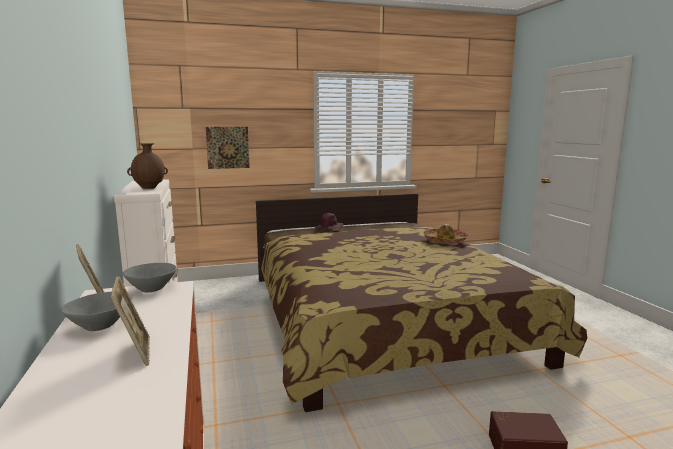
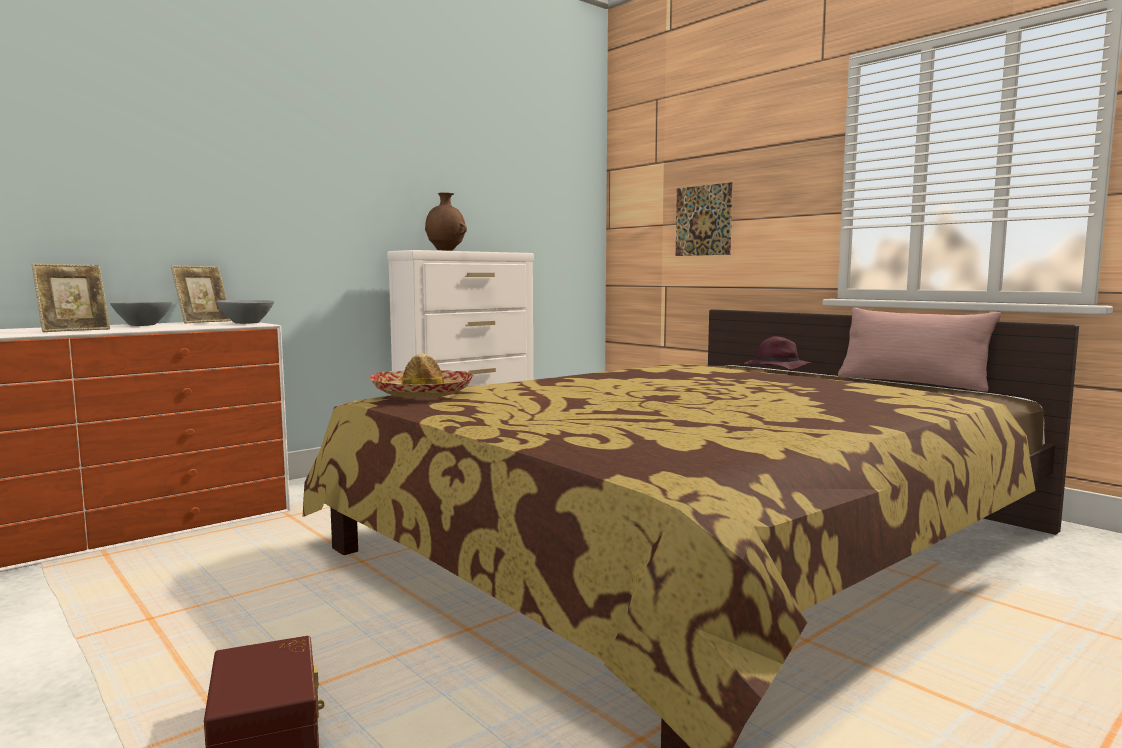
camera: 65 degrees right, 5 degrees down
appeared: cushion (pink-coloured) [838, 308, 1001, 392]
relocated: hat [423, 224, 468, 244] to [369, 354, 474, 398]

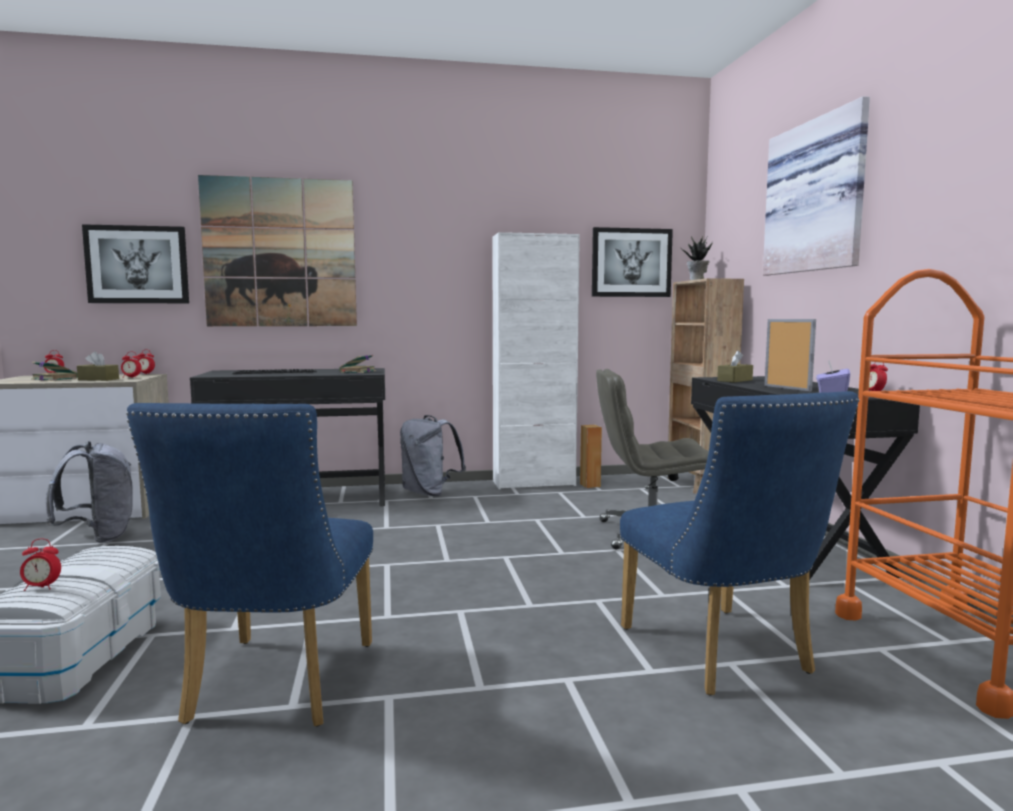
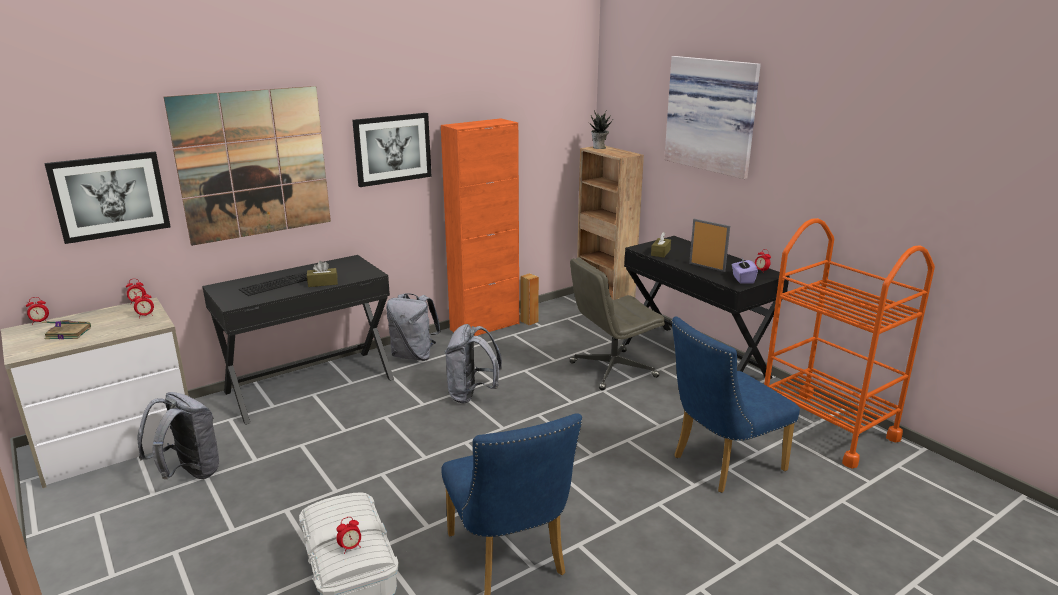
camera: 25 degrees left, 15 degrees up
missing: volume [339, 355, 376, 373]
appeared: rucksack (greyish) [445, 324, 502, 404]
relocated: tissue box (brown) [77, 351, 119, 381] to [307, 261, 338, 287]; picture [592, 227, 673, 297] to [352, 113, 432, 187]
colour: storage cabinet (white) [492, 232, 580, 489] to storage cabinet (orange-coloured) [441, 118, 519, 336]
spun: chair (bluish) [620, 391, 860, 696] = [671, 317, 800, 493] 105 degrees clockwise

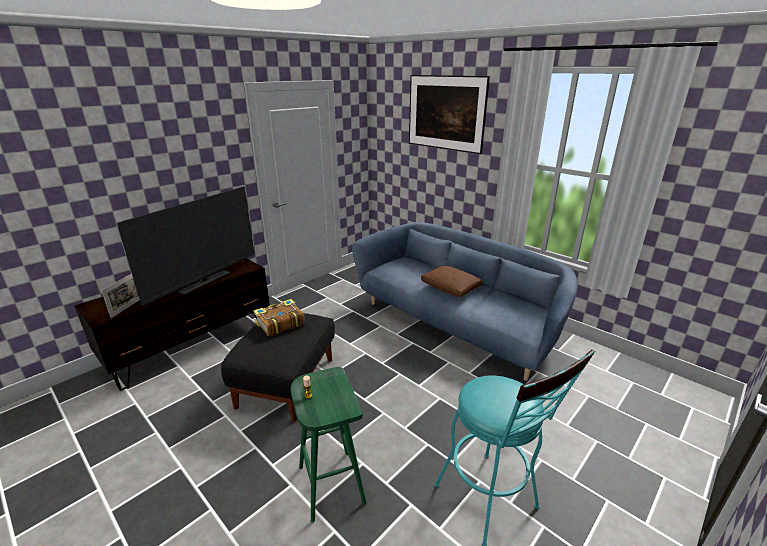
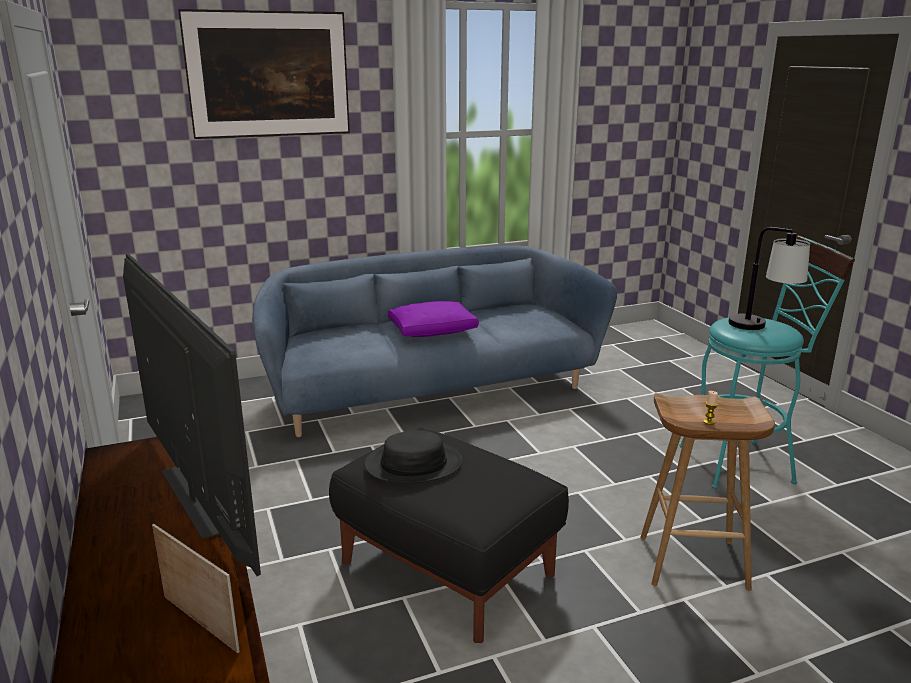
camera: 65 degrees left, 5 degrees down
appeared: lamp for a table [728, 227, 810, 330]
exchanged: volume [253, 299, 305, 336] to hat (blackish) [365, 431, 462, 483]
colour: cushion (brown) [421, 265, 483, 297] to cushion (purple) [388, 301, 479, 337]; sitting stool (green) [290, 367, 366, 523] to sitting stool (brown) [640, 393, 775, 591]

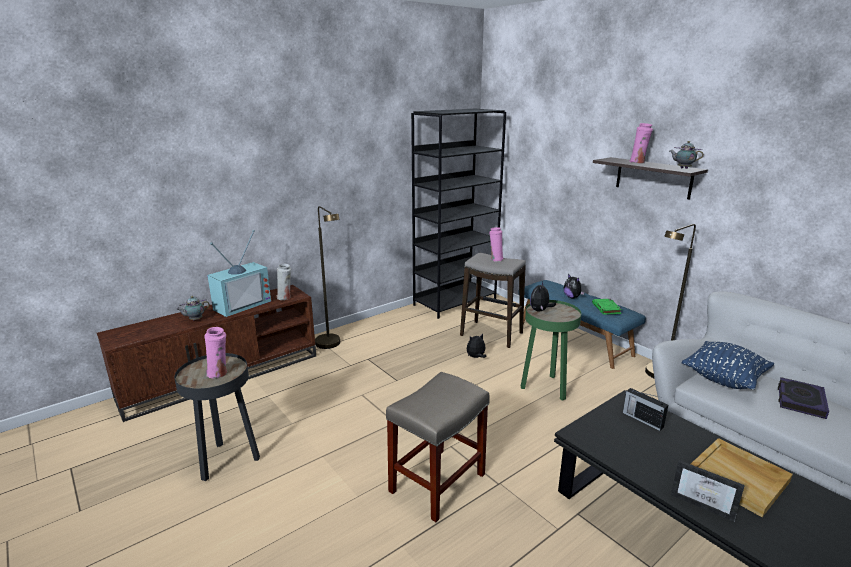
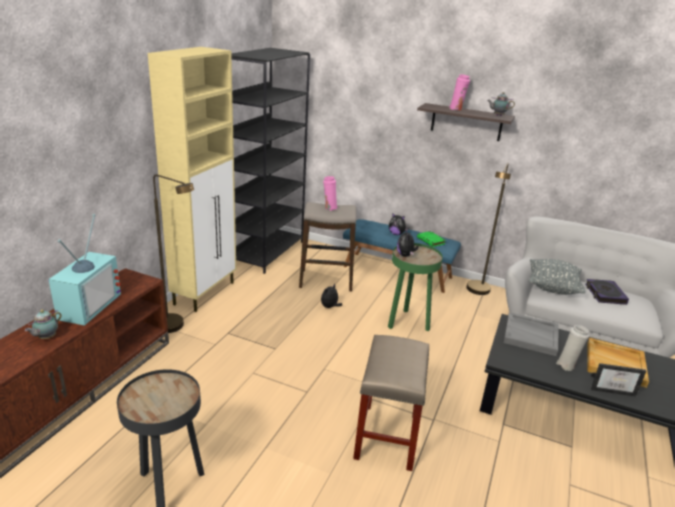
camera: 30 degrees left, 5 degrees up
missing: decorative vase (pink-coloured) [204, 327, 227, 378]
appeared: storage cabinet (beige) [148, 47, 236, 312]
relocated: decorative vase (white) [277, 264, 291, 300] to [556, 325, 589, 371]
exchanged: radio receiver [623, 388, 668, 431] to serving tray (greyish) [504, 312, 559, 356]
colour: cushion (bluish) [682, 341, 774, 390] to cushion (greyish) [528, 259, 586, 295]

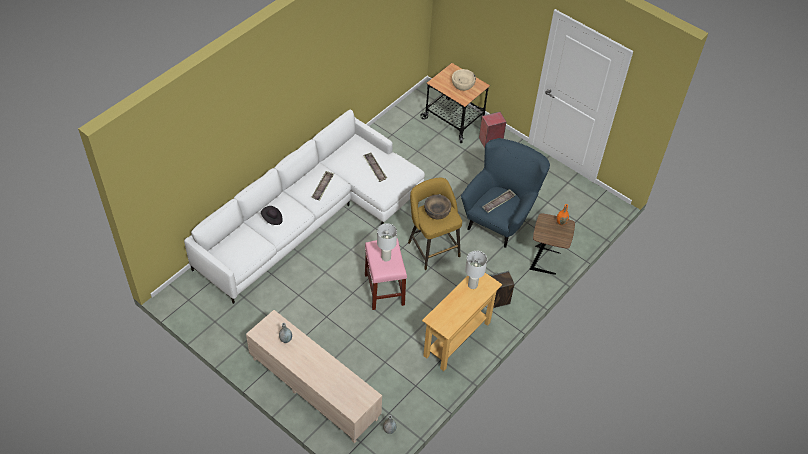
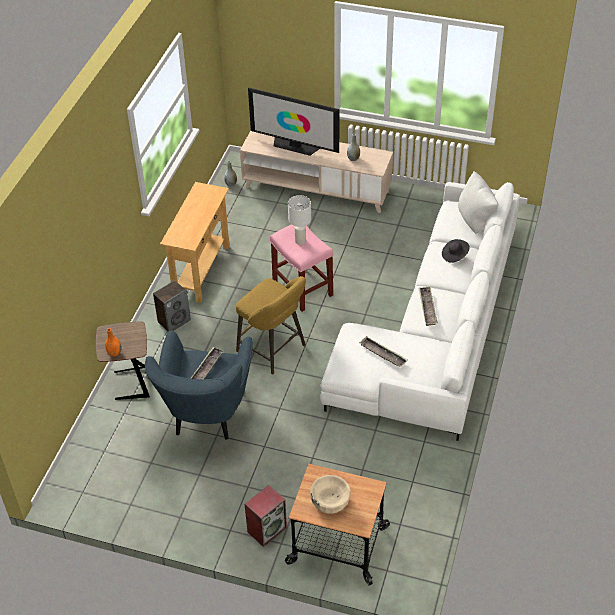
camera: 160 degrees right, 5 degrees down
missing: deep dish (brown) [424, 195, 451, 220]; lamp for a table (white) [465, 251, 487, 289]
appeared: TV set [248, 87, 339, 156]; cushion (white) [458, 171, 498, 234]

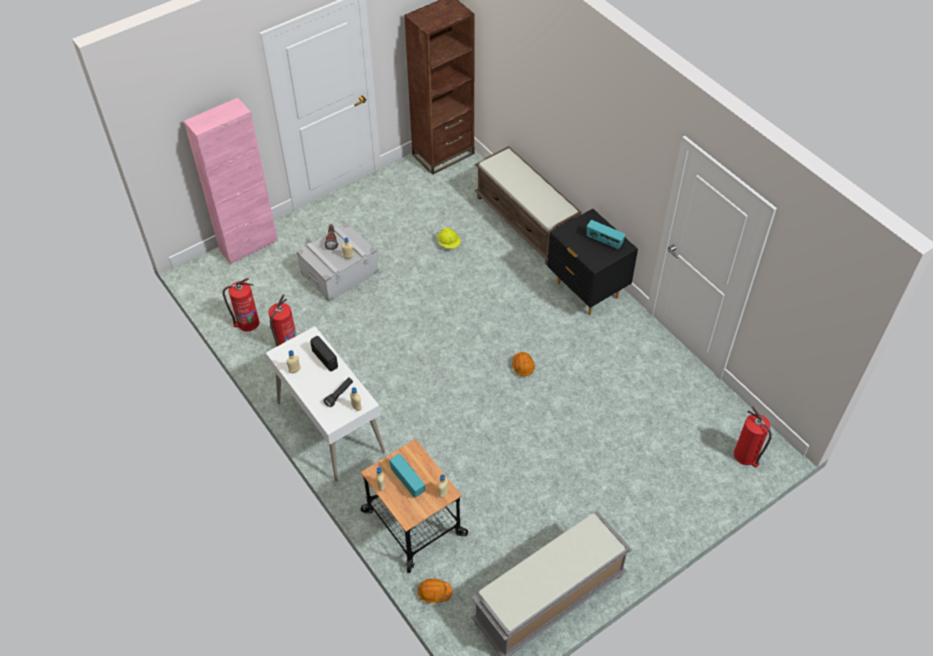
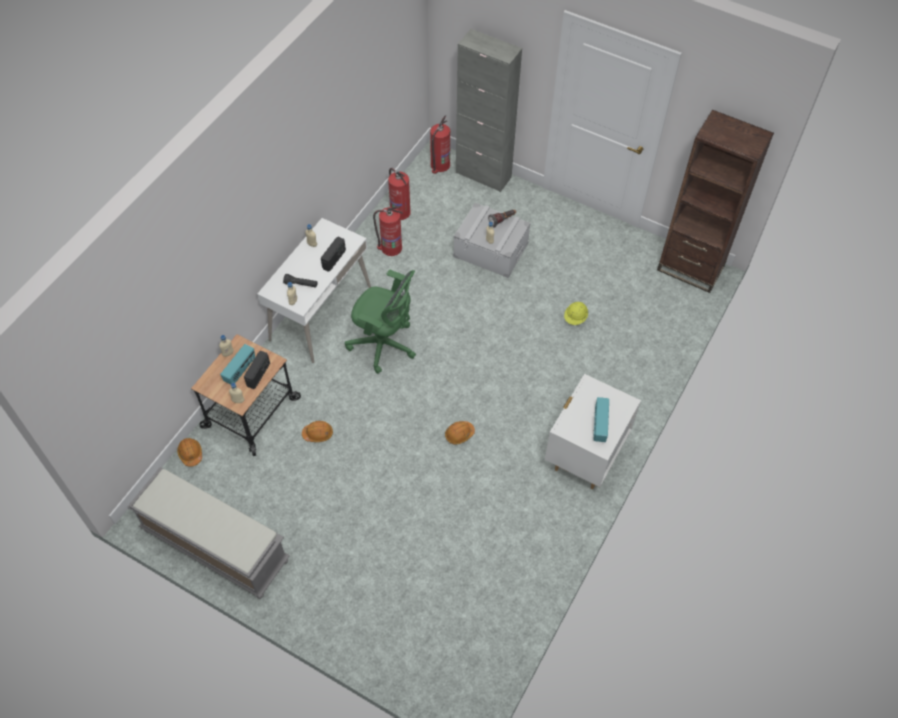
camera: 65 degrees right, 5 degrees up
missing: indoor bench (brown) [475, 146, 582, 265]
appeared: radio receiver [244, 351, 270, 389]; safety helmet (orange-coloured) [302, 421, 333, 442]; computer chair (green) [345, 270, 416, 374]
relocated: extinguisher [734, 407, 772, 468] to [430, 115, 450, 174]
colour: storage cabinet (pink-coloured) [184, 98, 278, 264] to storage cabinet (greyish) [456, 29, 522, 192]; bedside table (blackish) [547, 209, 638, 315] to bedside table (white) [545, 374, 641, 489]

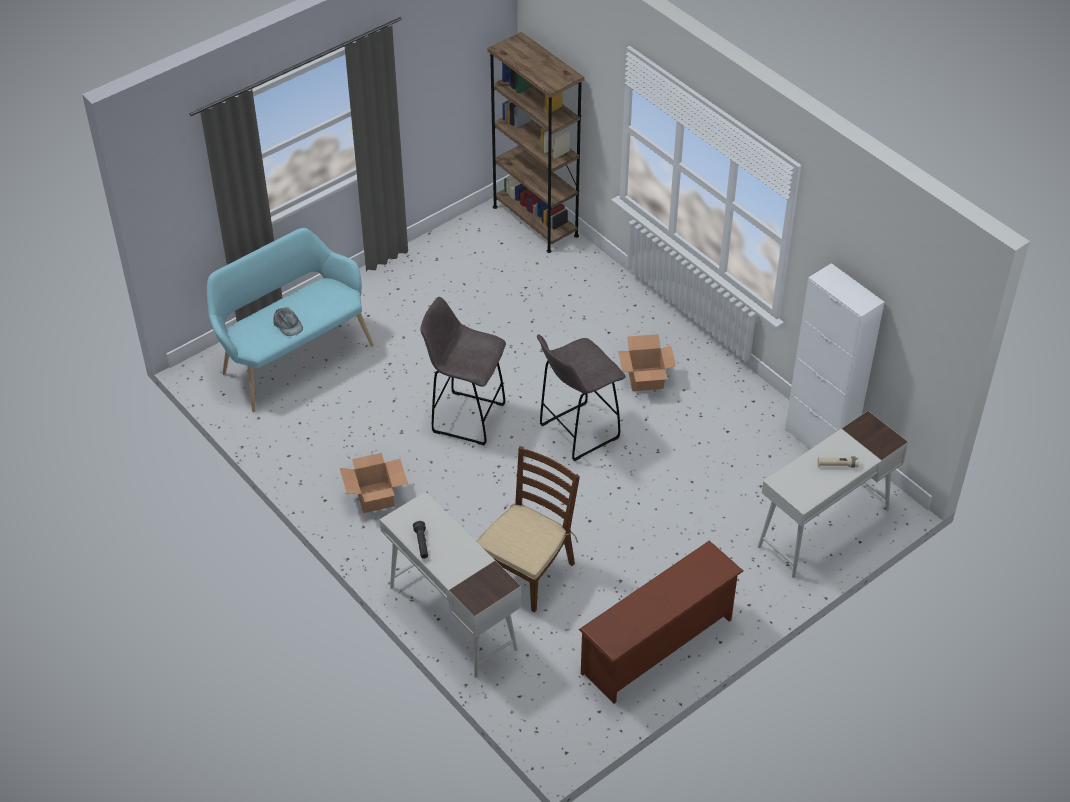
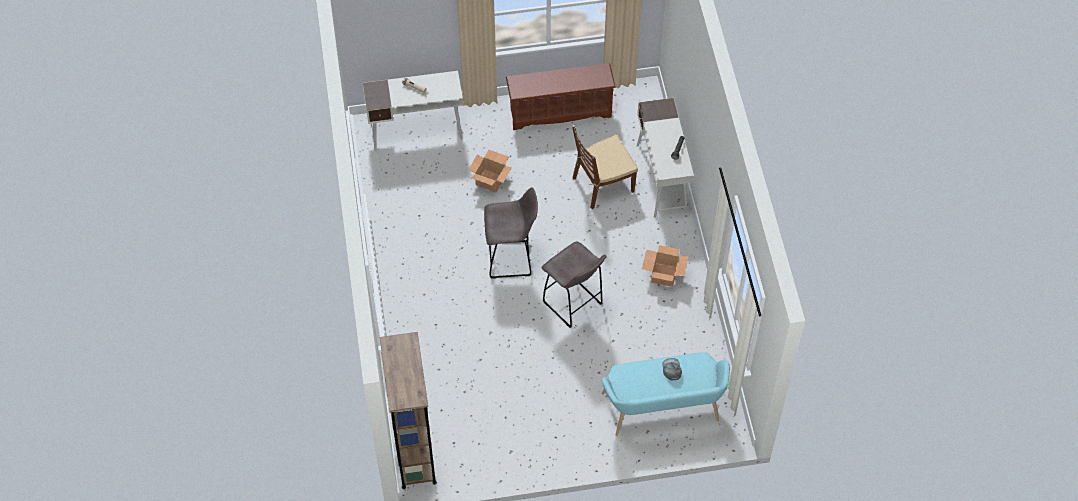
camera: 150 degrees left, 10 degrees up
missing: storage cabinet (white) [785, 263, 884, 449]
relocated: cardboard box [618, 334, 676, 391] to [468, 149, 512, 192]

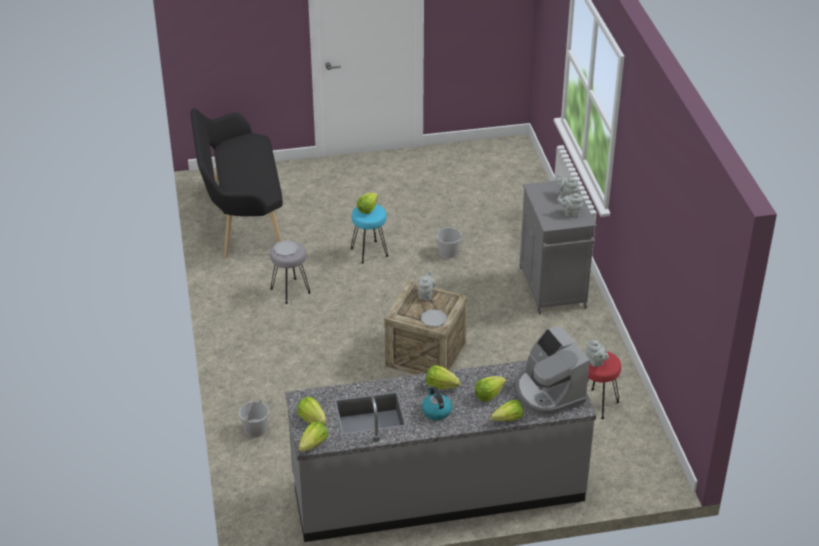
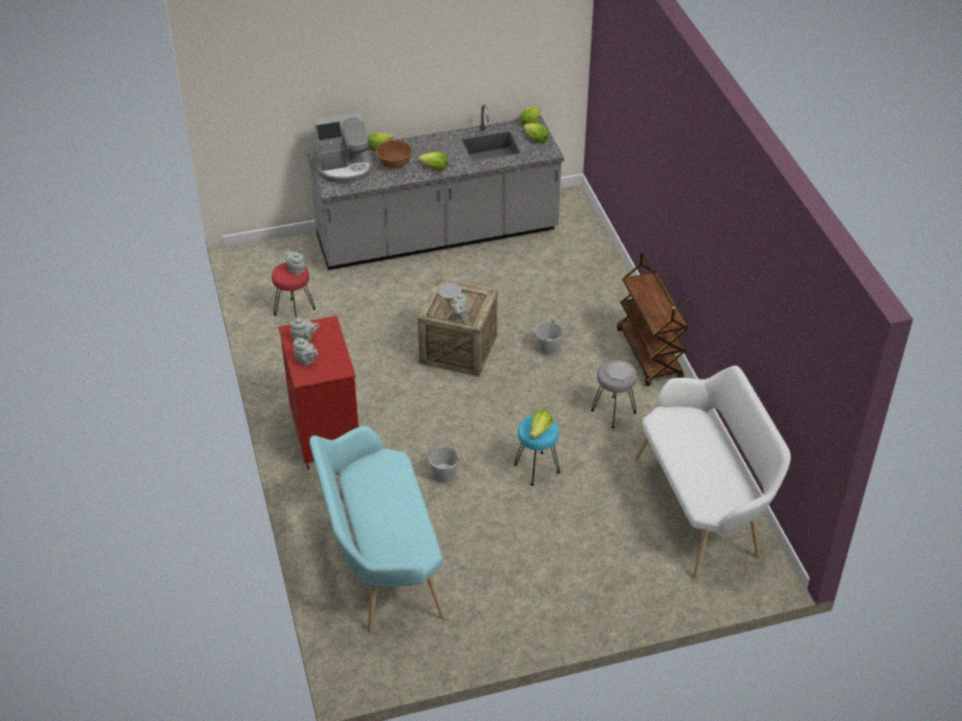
camera: 175 degrees right, 5 degrees up
missing: tea kettle [422, 386, 452, 420]
appeared: indoor bench (turquoise-coloured) [309, 426, 445, 631]; wheeled cart (brown) [617, 253, 689, 386]
relocated: pail (white) [239, 399, 269, 437] to [535, 319, 563, 356]
exchanged: head of lettuce [475, 376, 506, 402] to deep dish (brown) [376, 140, 412, 168]
colour: storage cabinet (greyish) [519, 181, 597, 314] to storage cabinet (red) [278, 316, 359, 470]; indoor bench (blackish) [190, 109, 283, 258] to indoor bench (white) [635, 366, 791, 579]
spun: coffee brewer [516, 326, 590, 415] = [313, 112, 373, 183] 105 degrees clockwise

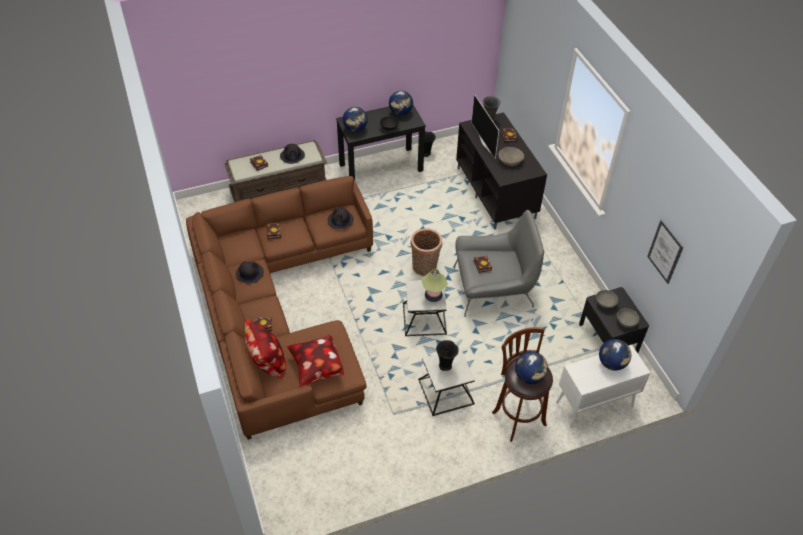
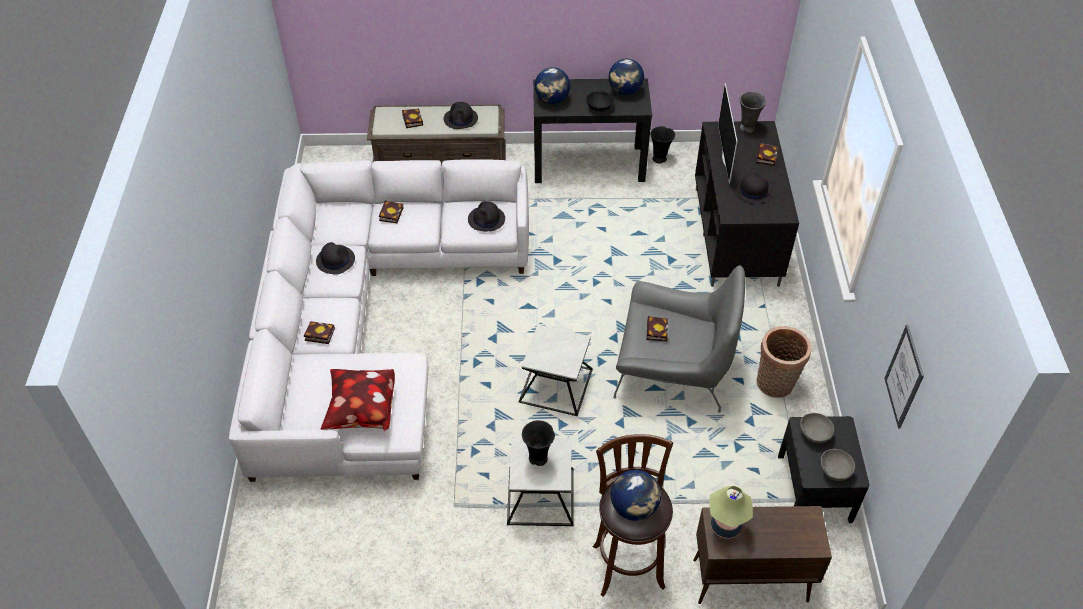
camera: 20 degrees right, 0 degrees up
missing: cushion [245, 320, 286, 378]; desk globe [599, 339, 631, 370]
relocated: lamp for a table [421, 269, 448, 303] to [709, 486, 753, 539]; basket [410, 228, 442, 276] to [756, 326, 812, 398]
exchanged: deep dish (beige) [498, 147, 524, 166] to hat (blackish) [734, 173, 773, 204]
colour: couch (brown) [186, 176, 373, 440] to couch (white) [229, 159, 529, 482]; storage cabinet (white) [556, 345, 650, 428] to storage cabinet (brown) [693, 506, 832, 604]

